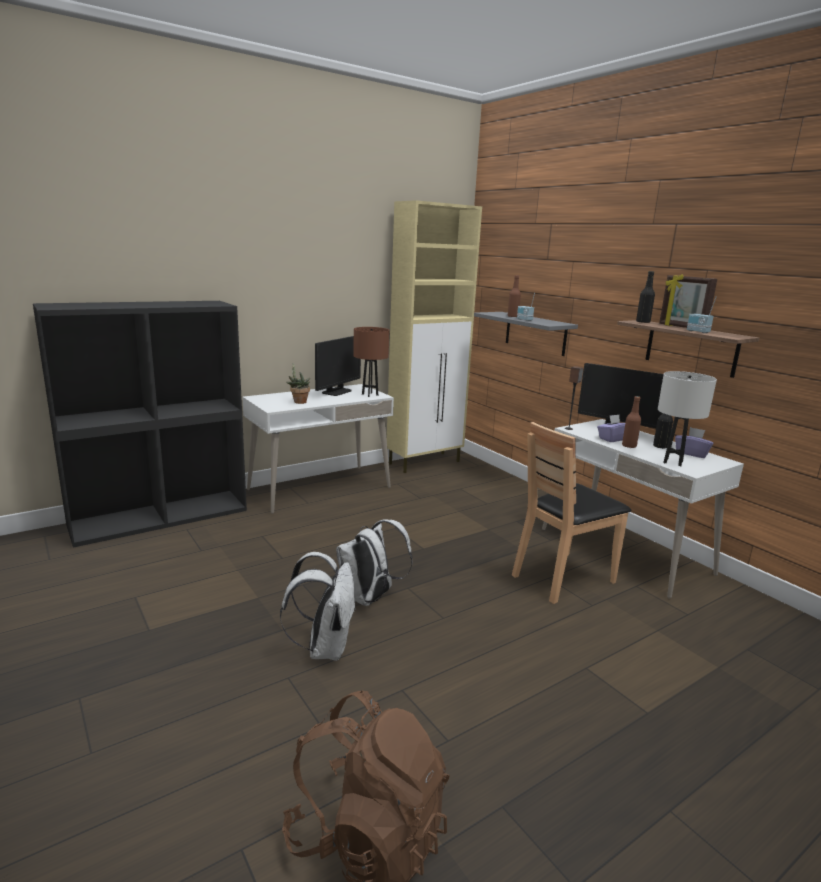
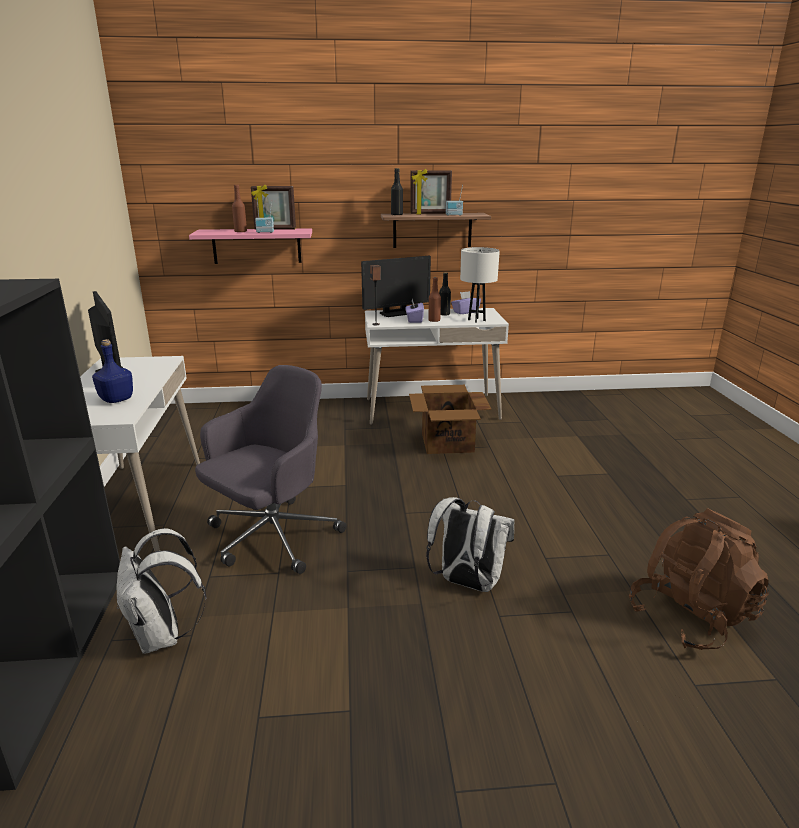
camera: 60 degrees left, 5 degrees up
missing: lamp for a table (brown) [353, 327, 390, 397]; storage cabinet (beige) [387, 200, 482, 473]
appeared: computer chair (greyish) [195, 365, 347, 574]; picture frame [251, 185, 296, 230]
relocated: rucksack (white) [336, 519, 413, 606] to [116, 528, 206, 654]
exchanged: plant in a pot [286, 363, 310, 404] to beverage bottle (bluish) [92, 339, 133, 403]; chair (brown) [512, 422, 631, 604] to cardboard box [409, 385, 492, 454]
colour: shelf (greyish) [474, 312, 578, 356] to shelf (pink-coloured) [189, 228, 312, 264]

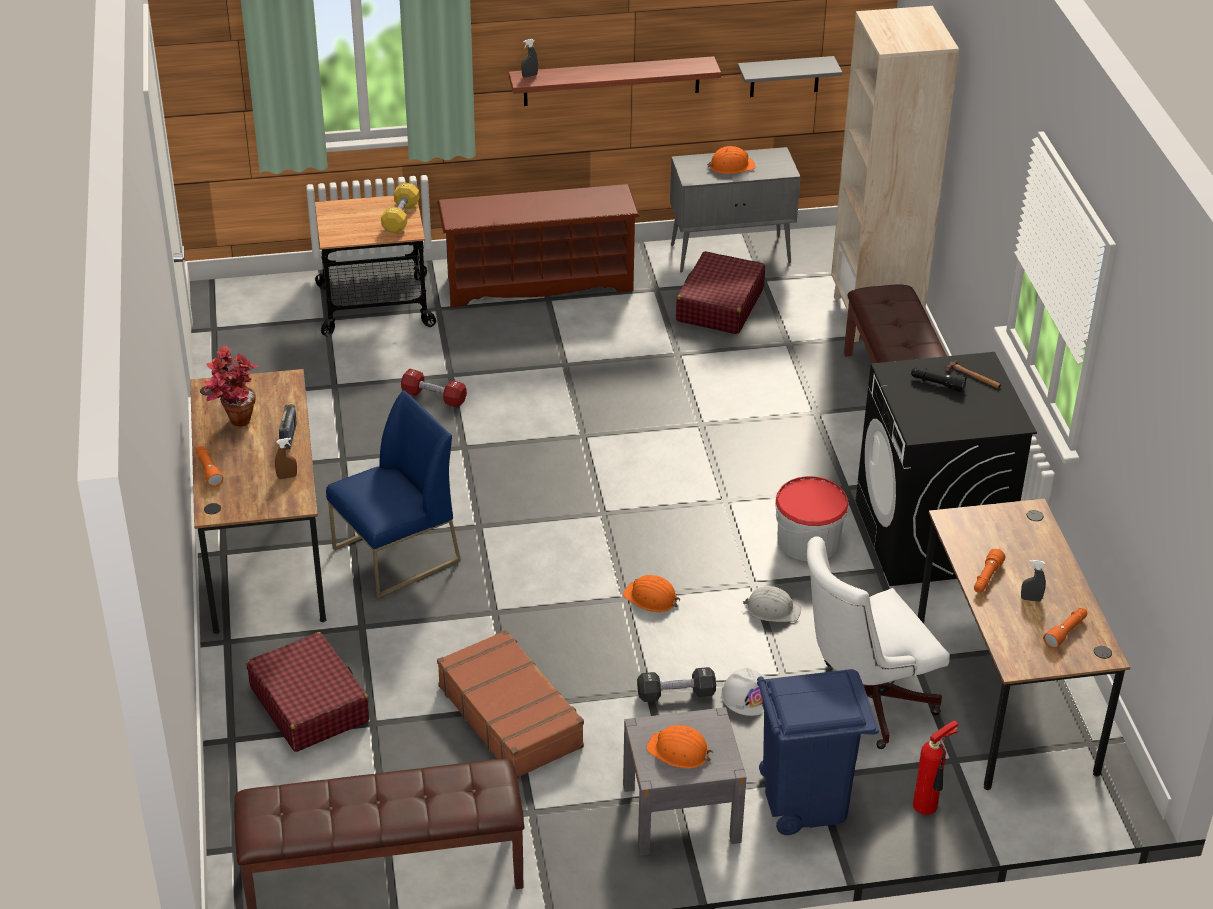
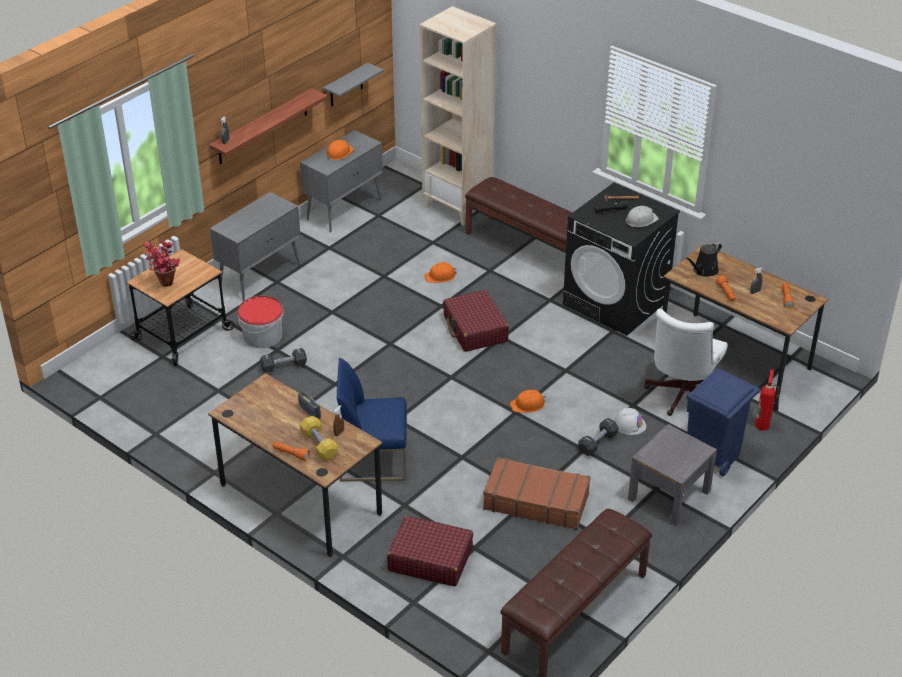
camera: 40 degrees left, 0 degrees up
appeared: sprinkling can (blackish) [685, 242, 722, 277]
relocated: plant in a pot [203, 346, 259, 426] to [144, 241, 180, 287]; pail [775, 476, 849, 561] to [238, 296, 284, 348]; dumbbell (yellow-coloured) [381, 182, 419, 233] to [300, 416, 338, 460]; safety helmet (orange-coloured) [646, 725, 713, 769] to [424, 262, 456, 283]; suitcase (red) [676, 251, 765, 334] to [443, 290, 509, 352]; safety helmet (white) [743, 586, 801, 622] to [626, 206, 659, 227]
exchanged: shoe shelf (brown) [437, 184, 640, 307] to storage cabinet (greyish) [210, 192, 301, 301]
colour: dumbbell (red) [401, 369, 467, 408] to dumbbell (blackish) [260, 348, 307, 373]
spun: chair (bluish) [326, 390, 461, 598] = [336, 358, 407, 482] 105 degrees counterclockwise

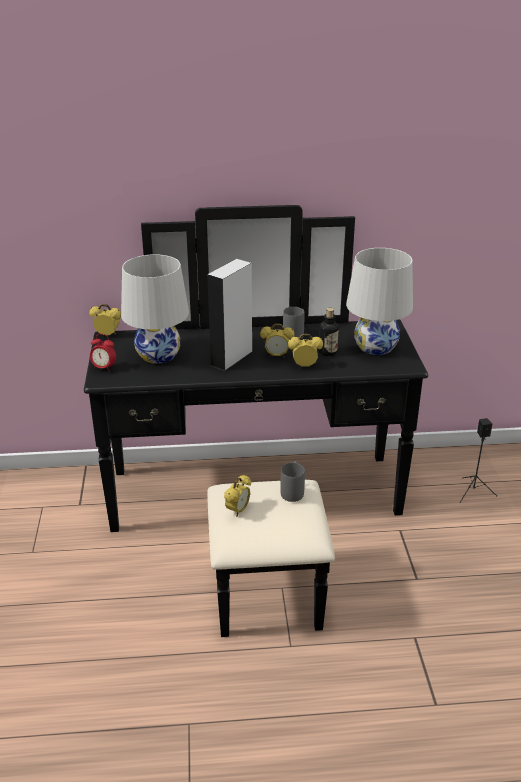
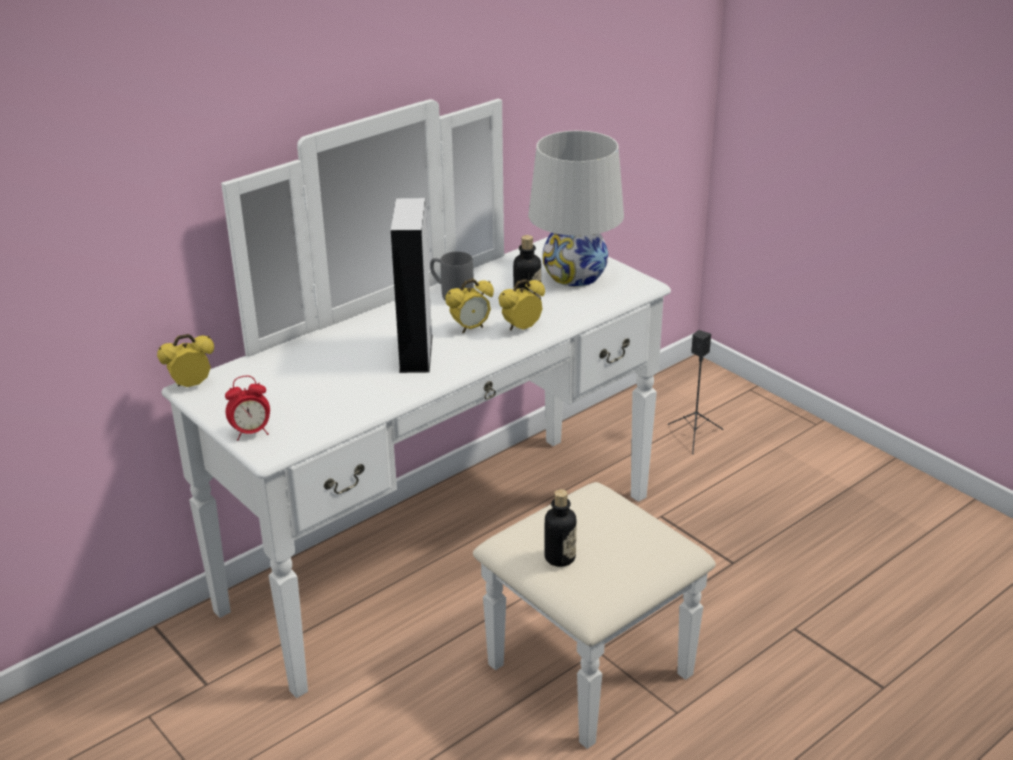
camera: 35 degrees left, 0 degrees up
missing: lamp for a table (white) [121, 254, 189, 364]; mug (greyish) [280, 461, 305, 502]
exchanged: table clock [224, 475, 251, 517] to beverage bottle [544, 489, 577, 567]
colour: drawer chest (blackish) [84, 205, 428, 637] to drawer chest (white) [162, 98, 716, 749]

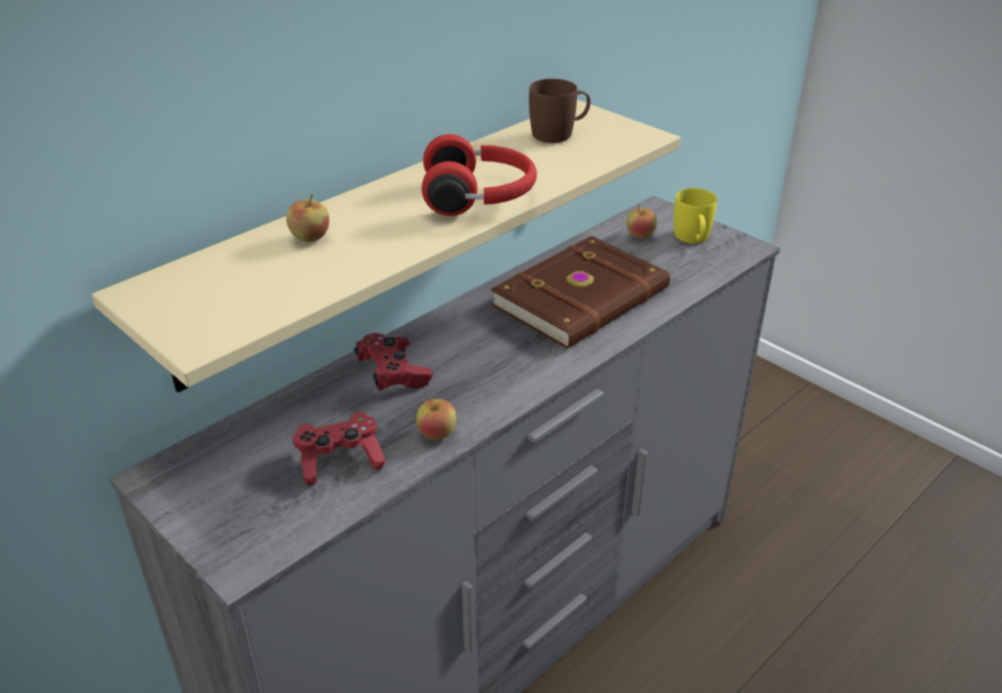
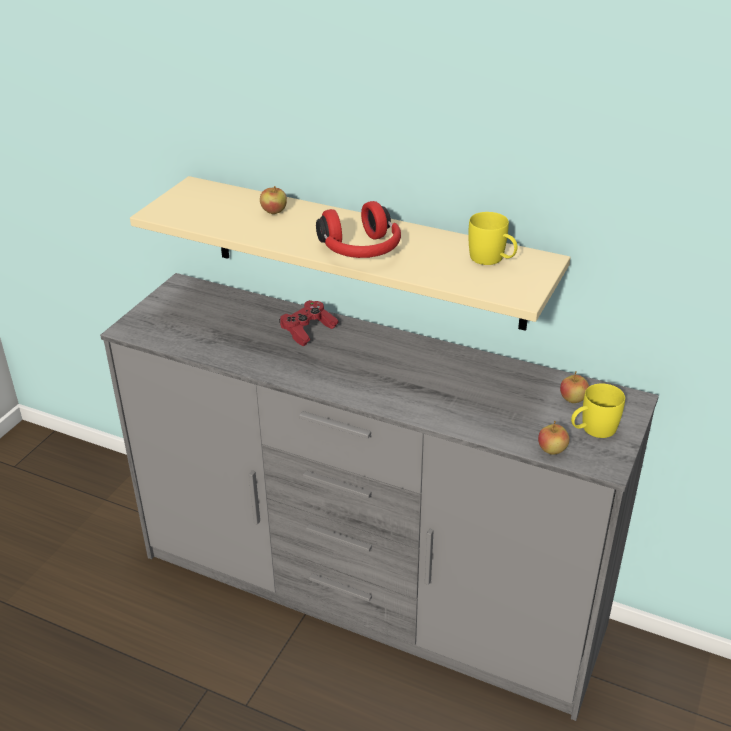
camera: 70 degrees right, 0 degrees up
missing: joypad (red) [293, 412, 386, 486]; volume (brown) [491, 236, 670, 348]
relocated: apple fruit [416, 397, 456, 440] to [538, 421, 569, 455]
colour: mug (brown) [529, 79, 590, 143] to mug (yellow-coloured) [468, 212, 518, 265]

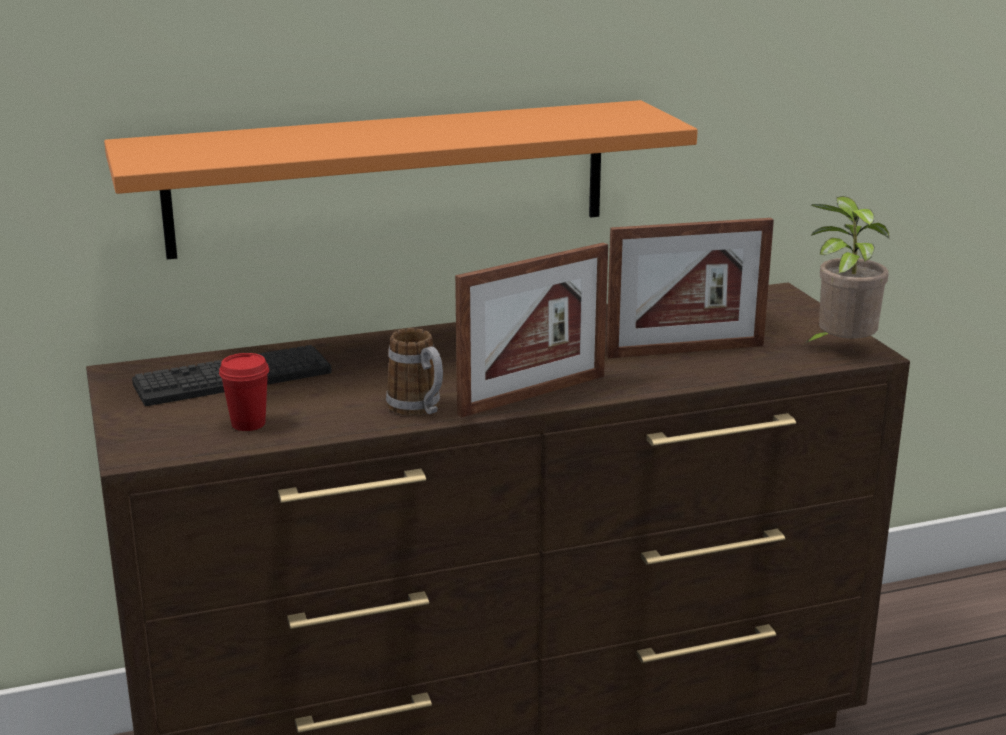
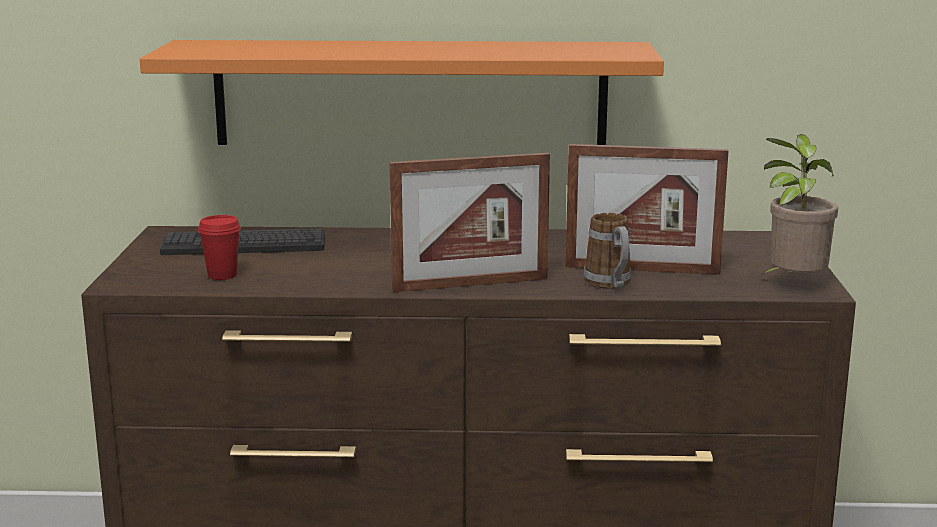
camera: 20 degrees right, 5 degrees down
relocated: mug [386, 328, 443, 416] to [584, 213, 631, 289]

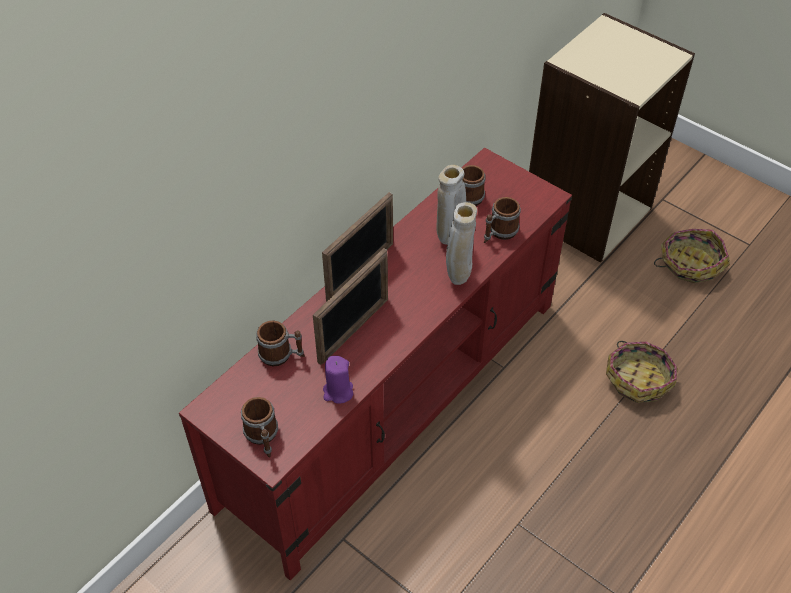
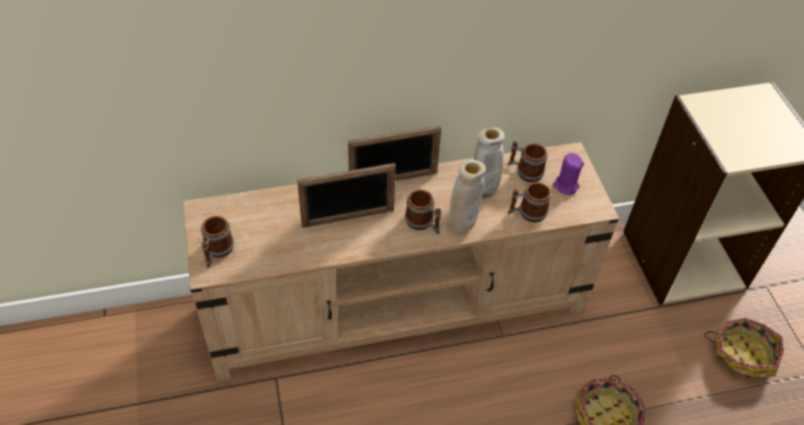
camera: 35 degrees right, 0 degrees up
relocated: mug [256, 320, 305, 366] to [405, 189, 441, 234]; wax candle (purple) [323, 356, 353, 404] to [553, 153, 584, 195]
colour: tv stand (red) [179, 148, 572, 581] to tv stand (beige) [183, 142, 619, 381]

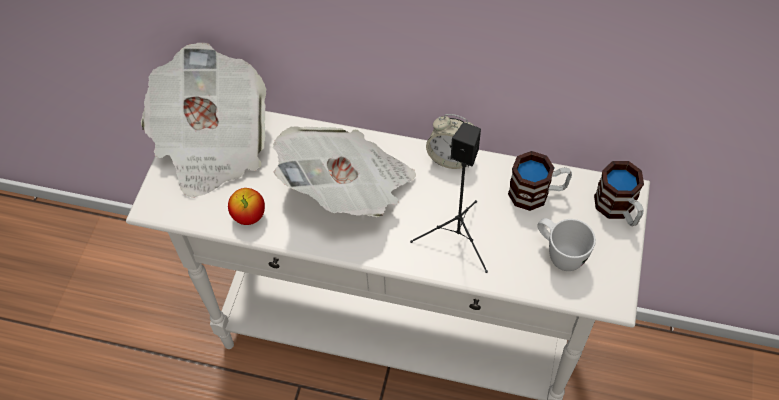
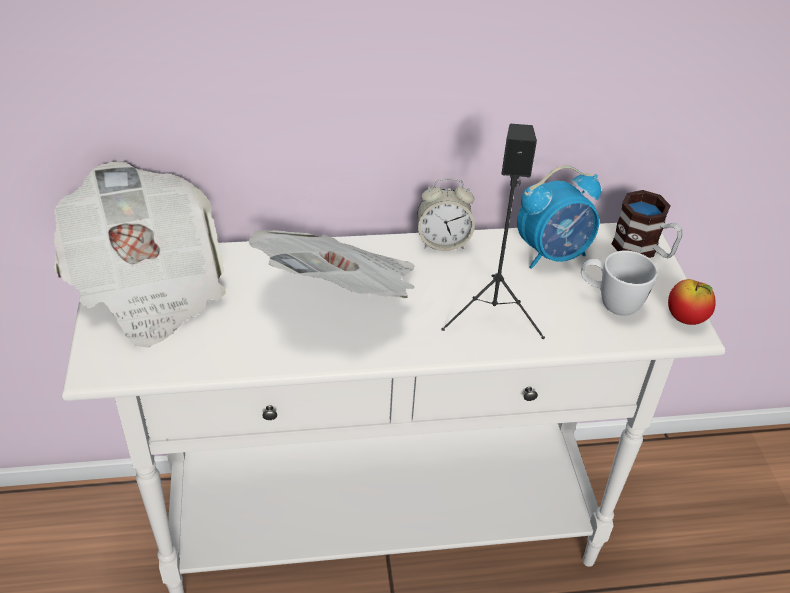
camera: 25 degrees left, 15 degrees down
relocated: apple fruit [228, 188, 265, 225] to [668, 279, 716, 325]
exchanged: mug [508, 151, 572, 211] to table clock [517, 166, 601, 269]

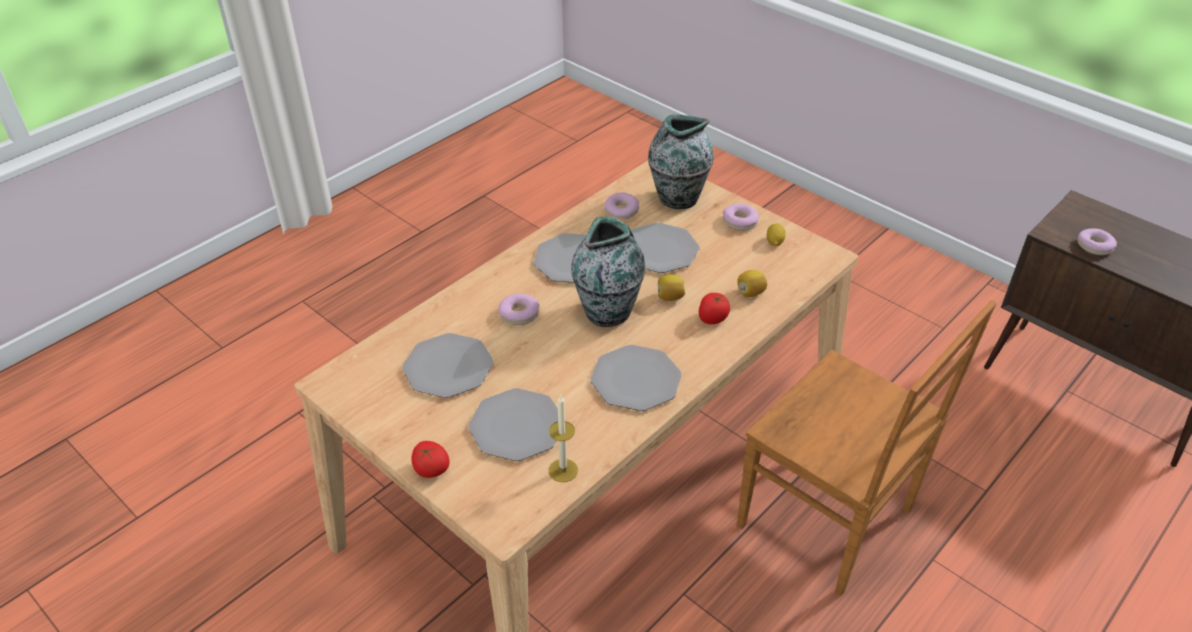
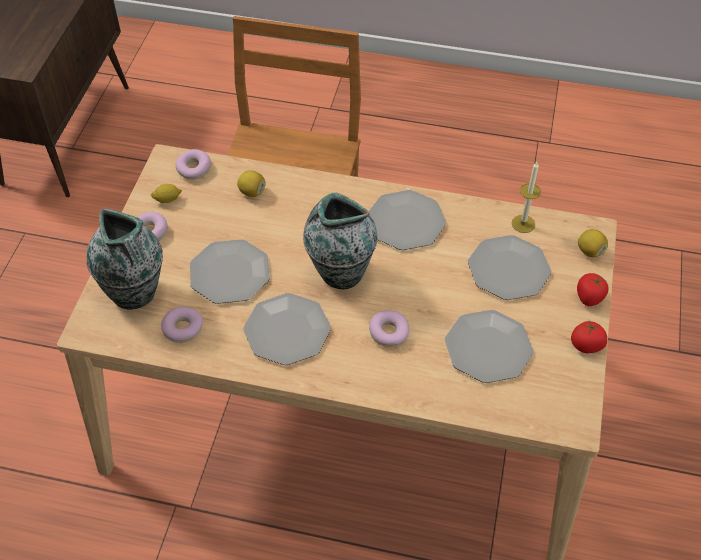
camera: 120 degrees left, 10 degrees up
relocated: doughnut [1077, 228, 1117, 255] to [175, 149, 211, 180]; fresh tomato [699, 293, 730, 324] to [571, 321, 607, 353]; citrus fruit [658, 274, 686, 301] to [578, 229, 608, 257]

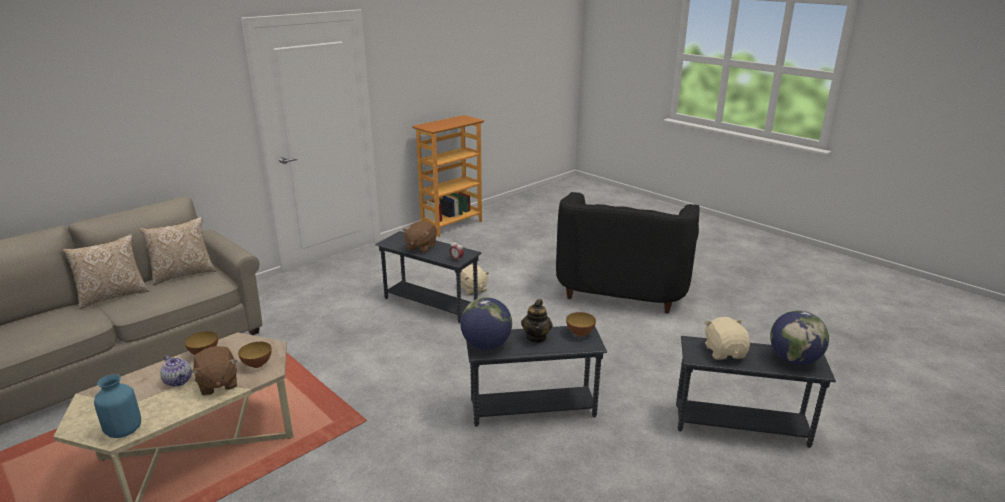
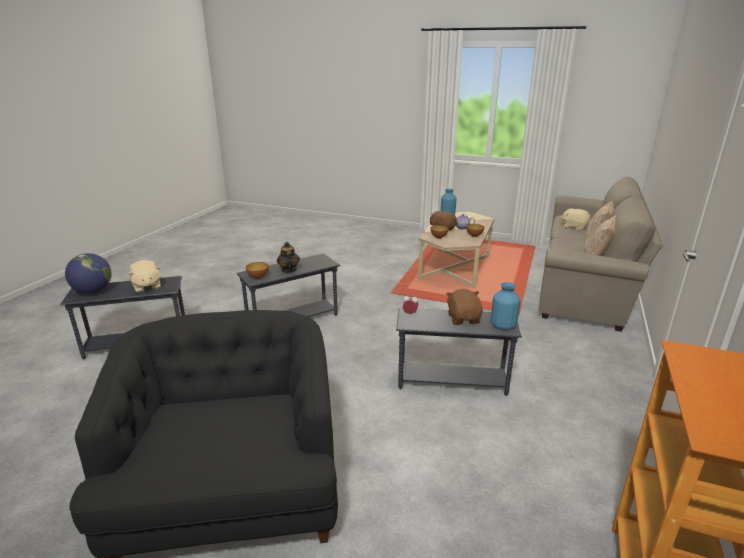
camera: 155 degrees right, 0 degrees up
missing: desk globe [460, 297, 512, 350]
appeared: decorative vase (bluish) [491, 282, 520, 330]
relocated: cuddly toy (beige) [460, 265, 489, 295] to [561, 208, 591, 231]

